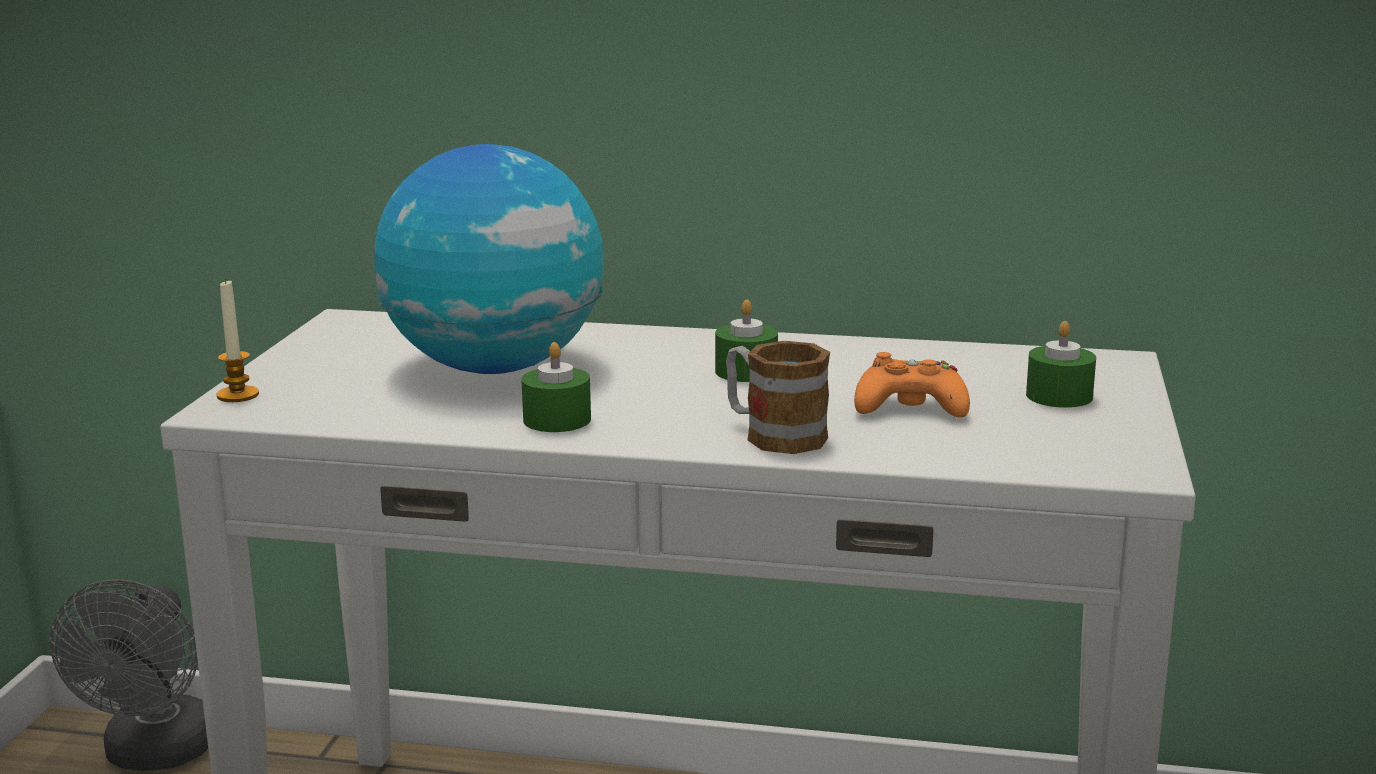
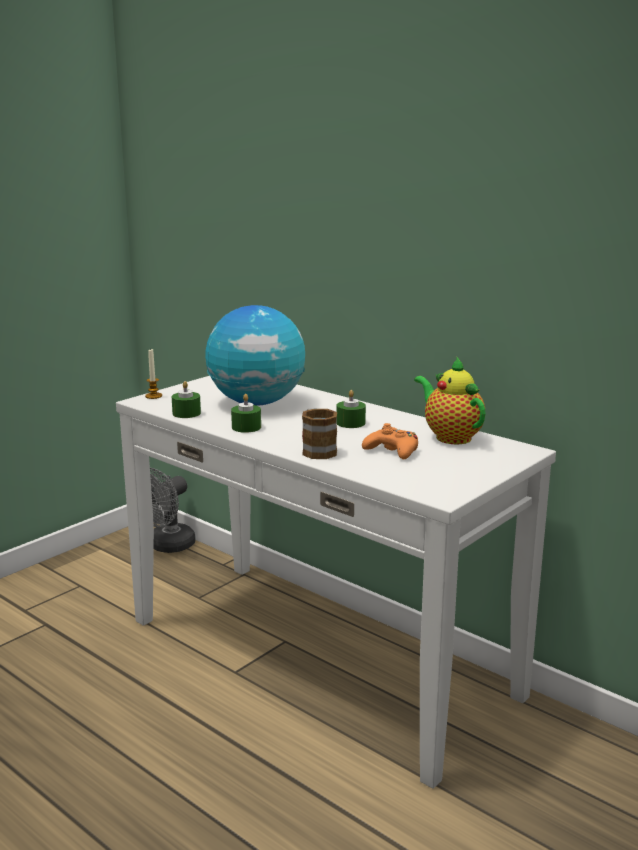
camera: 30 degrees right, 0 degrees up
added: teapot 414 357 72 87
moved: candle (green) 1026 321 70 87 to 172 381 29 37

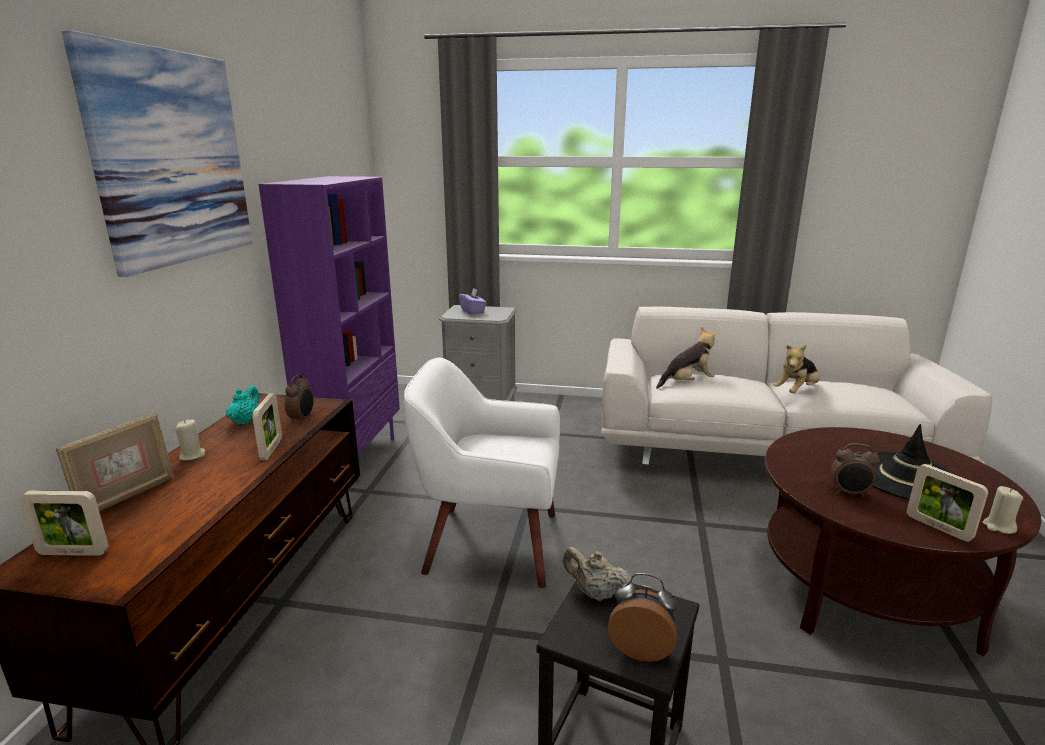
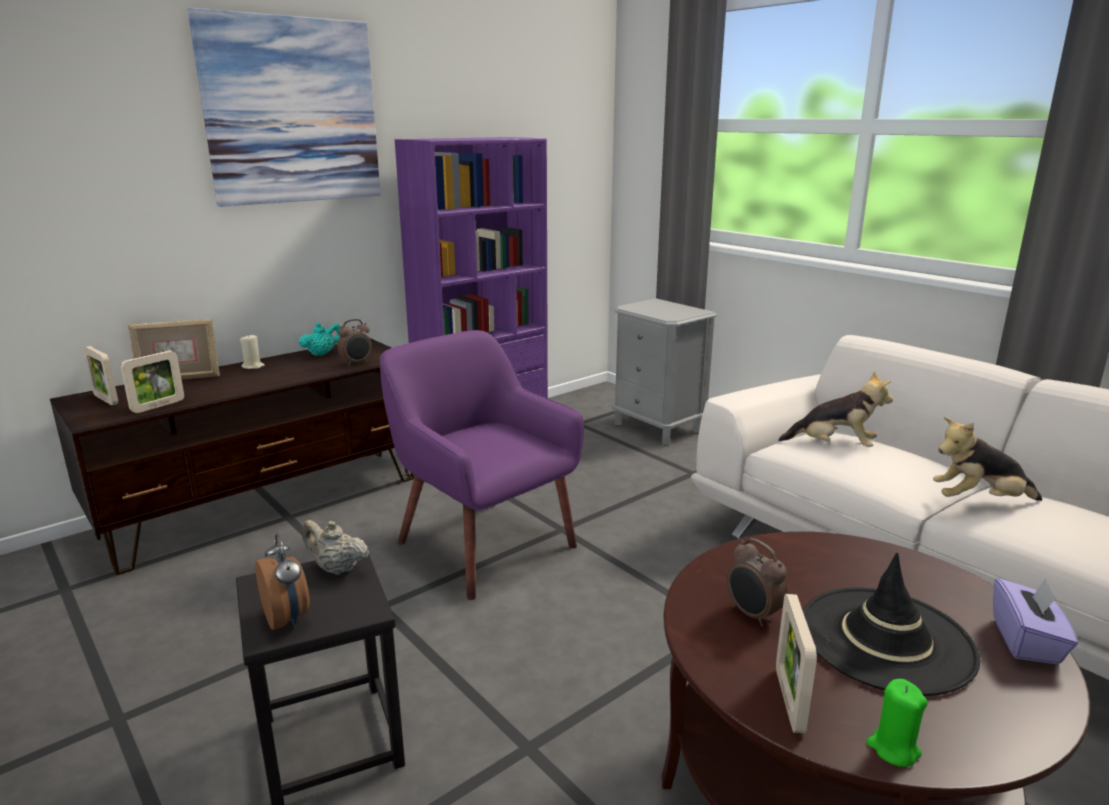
camera: 40 degrees right, 0 degrees up
moved: tissue box (purple) 459 288 27 27 to 993 578 85 86; picture frame 252 393 30 67 to 120 350 64 63
recoloured: armchair (white) 404 358 156 230 to armchair (purple) 380 330 204 270; candle (beige) 983 486 40 48 to candle (green) 866 679 62 88
turned: teapot (beige) 563 547 69 54 = 302 520 67 55 45 degrees counterclockwise

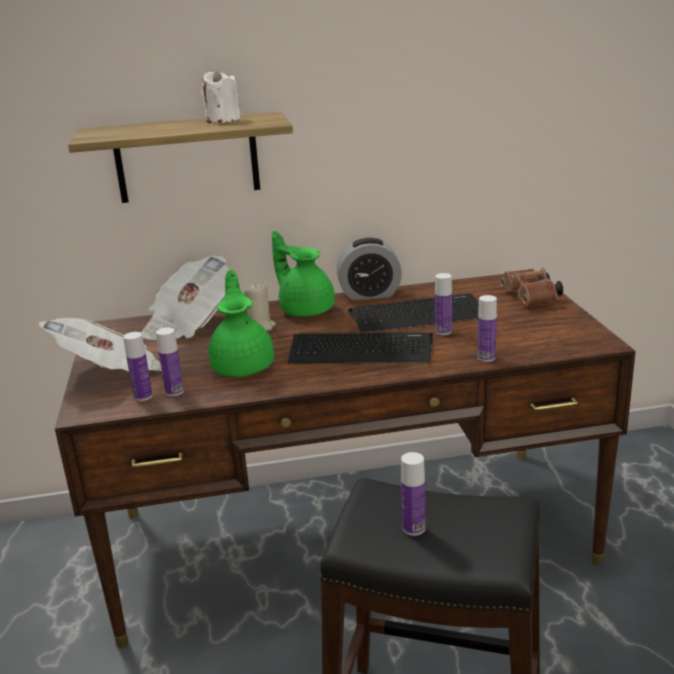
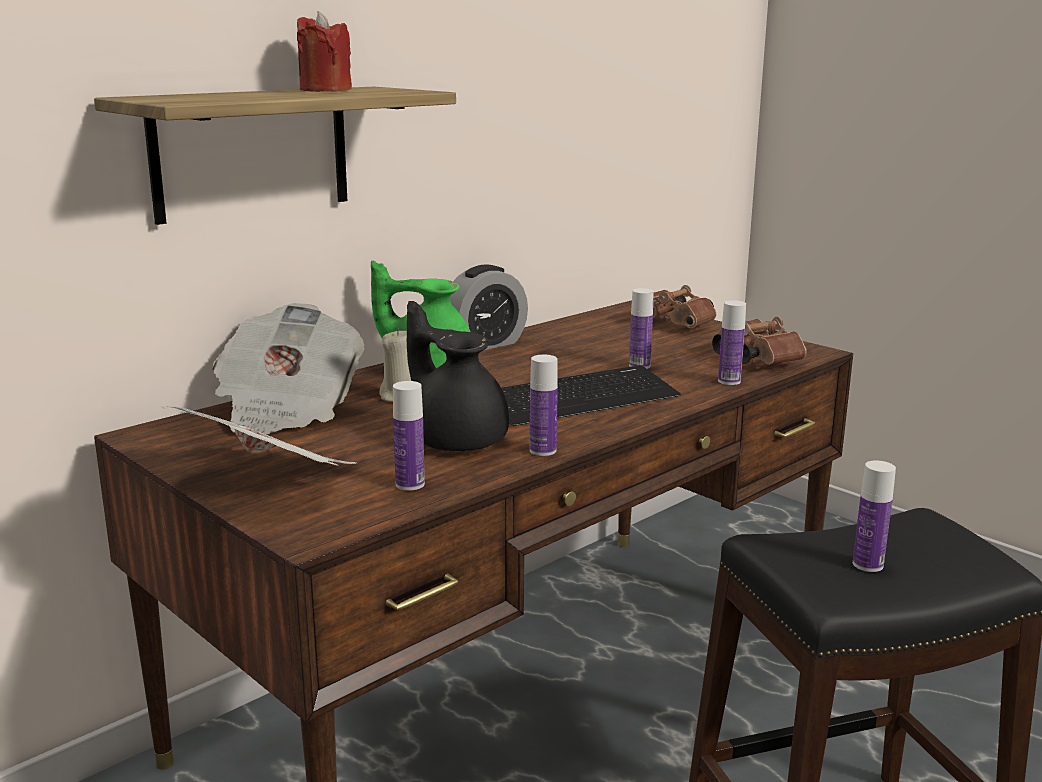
camera: 35 degrees left, 5 degrees down
removed: keyboard 348 294 131 39
added: binoculars (brown) 712 317 95 52
moved: bottle 123 332 30 69 to 530 355 28 101
recoloured: candle (white) 200 69 40 54 to candle (red) 297 11 55 81; teapot (green) 209 270 65 107 to teapot (black) 407 301 102 150

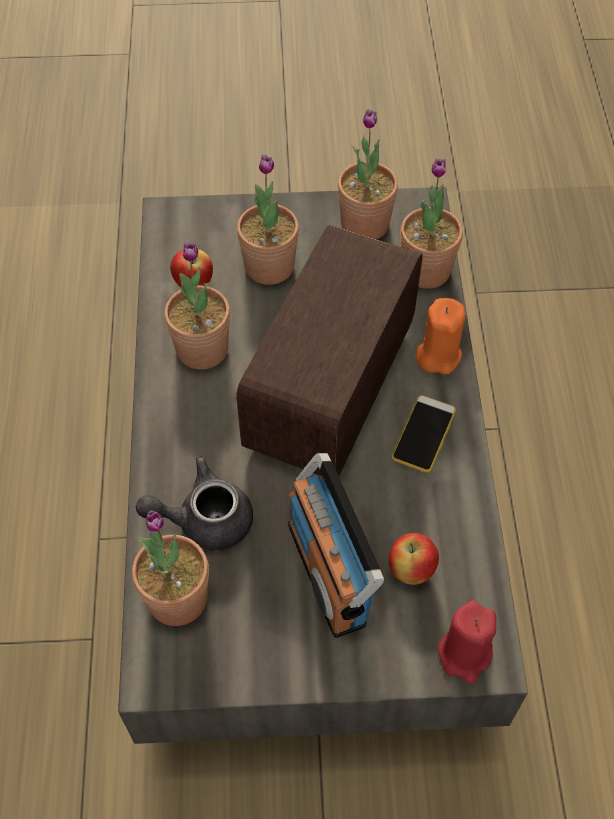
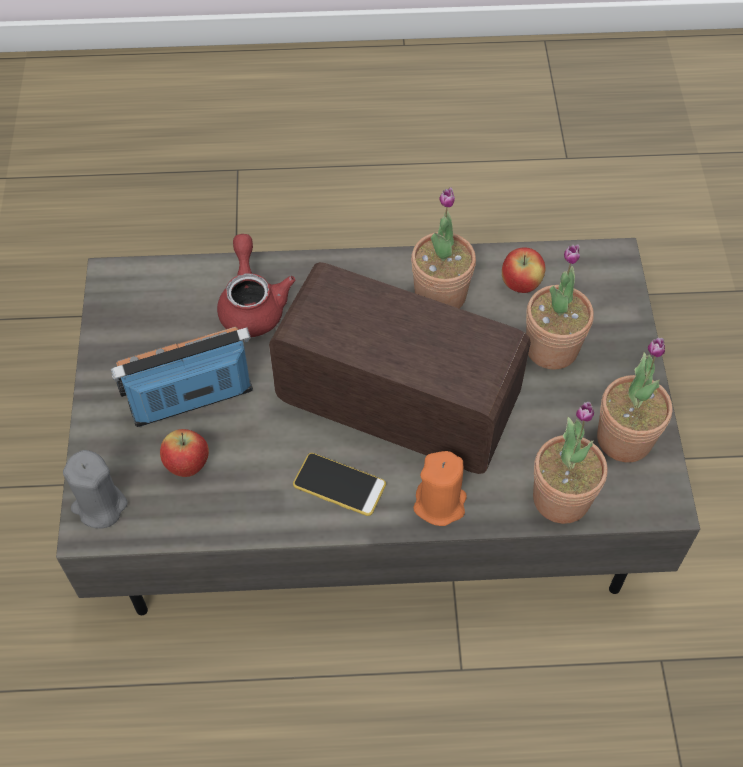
camera: 90 degrees right, 0 degrees up
removed: potted plant 132 511 77 115
recoloured: teapot (grey) 136 456 117 94 to teapot (red) 217 234 79 103; candle (red) 438 600 58 83 to candle (grey) 63 450 65 78

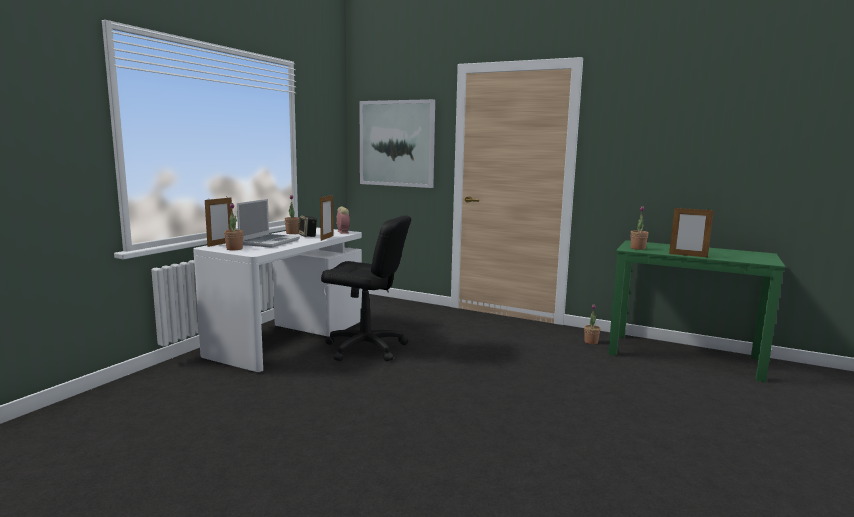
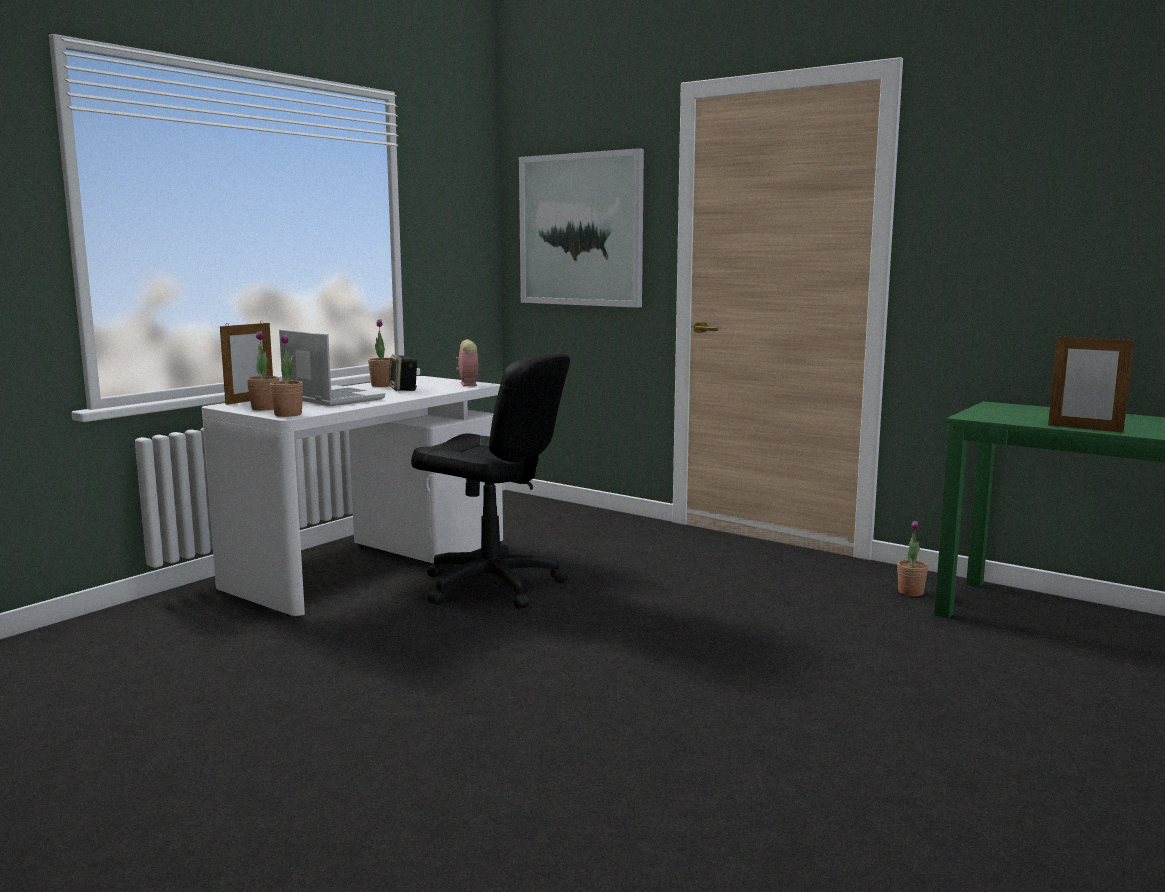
camera: 10 degrees right, 0 degrees up
removed: picture frame 320 195 14 46
moved: potted plant 631 206 18 44 to 270 334 33 83
turned: laptop 237 199 63 49 = 279 329 106 77 75 degrees counterclockwise

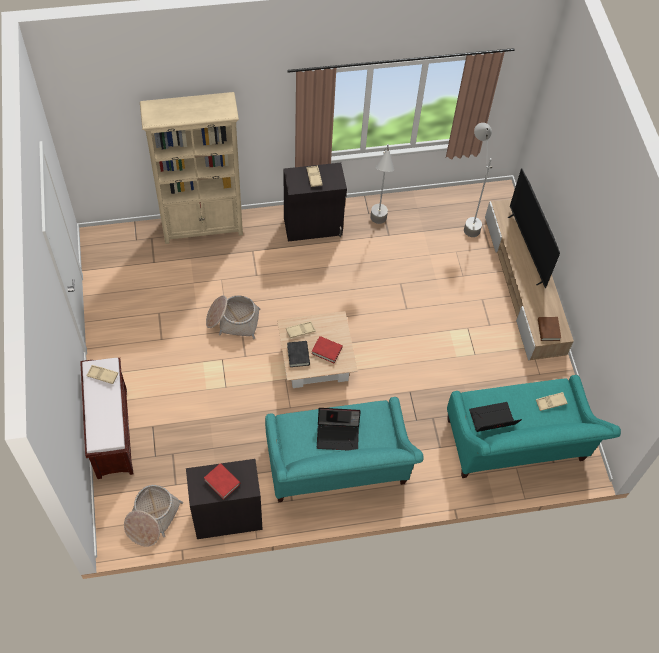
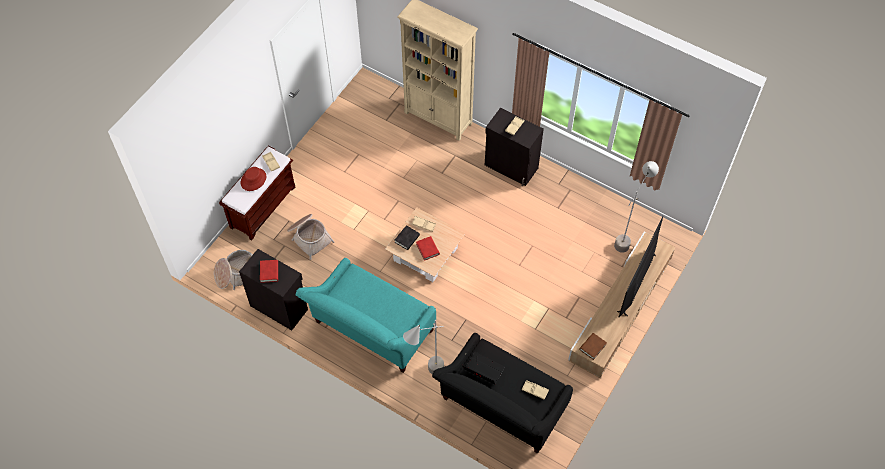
camera: 45 degrees right, 0 degrees up
removed: laptop 317 408 44 43
added: hat (red) 241 167 25 24
moved: floor lamp (grey) 370 144 24 80 to 403 320 41 54; basket 206 296 54 43 to 287 214 47 46
recoloured: sofa (turquoise) 447 375 174 103 to sofa (black) 432 333 141 121

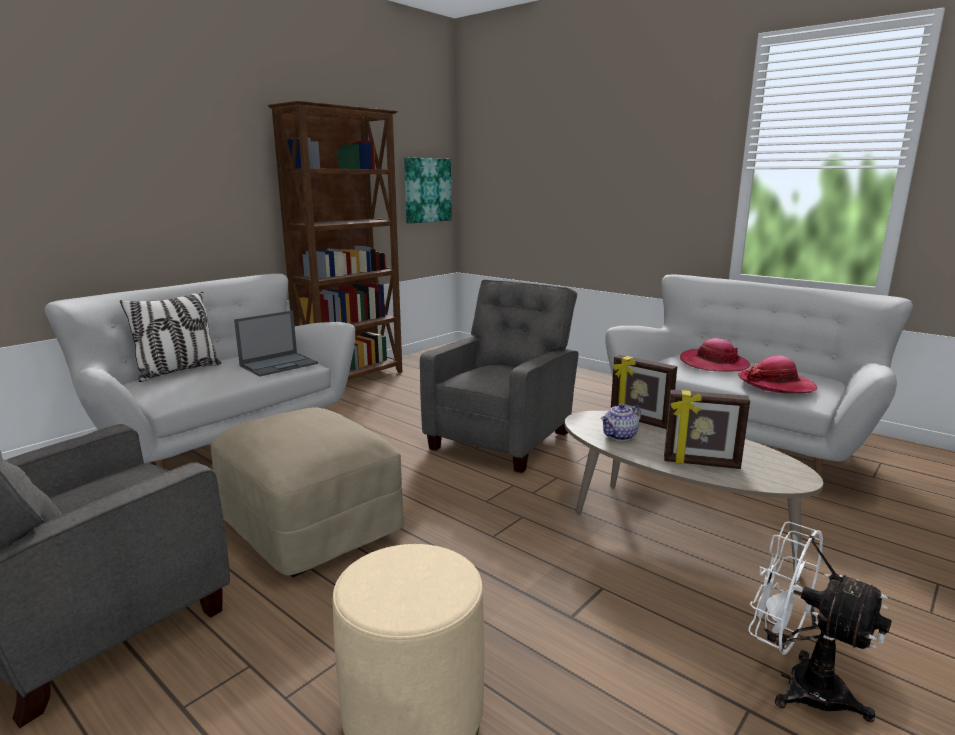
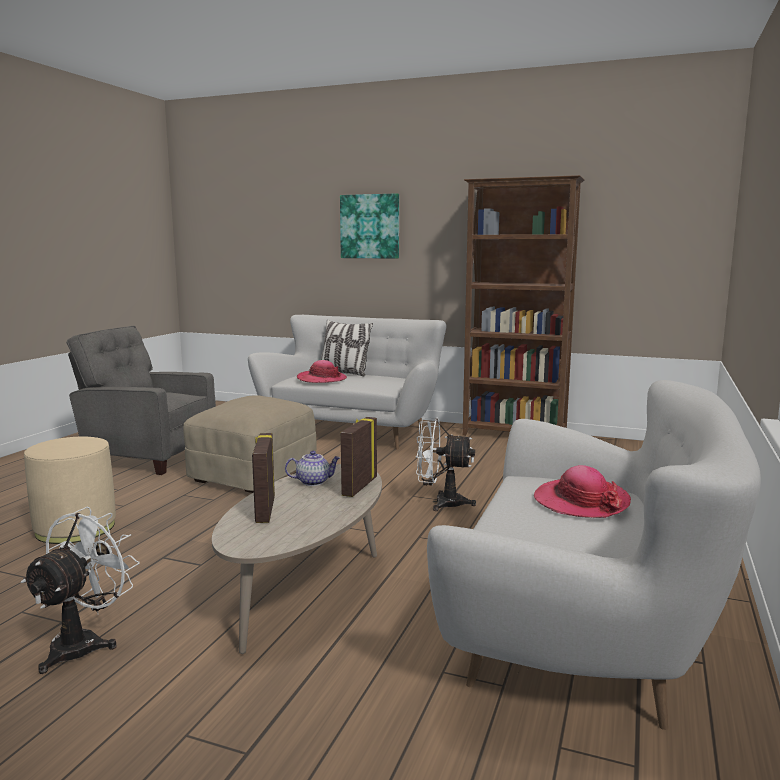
camera: 70 degrees right, 5 degrees down
removed: laptop 234 311 84 66
moved: picture 404 158 48 66 to 340 193 59 66; hat 738 355 79 38 to 297 360 50 23
replaced: armchair (grey) 420 280 159 193 to fan (white) 416 418 60 93
turned: teapot 601 403 40 38 = 285 451 56 35 135 degrees clockwise

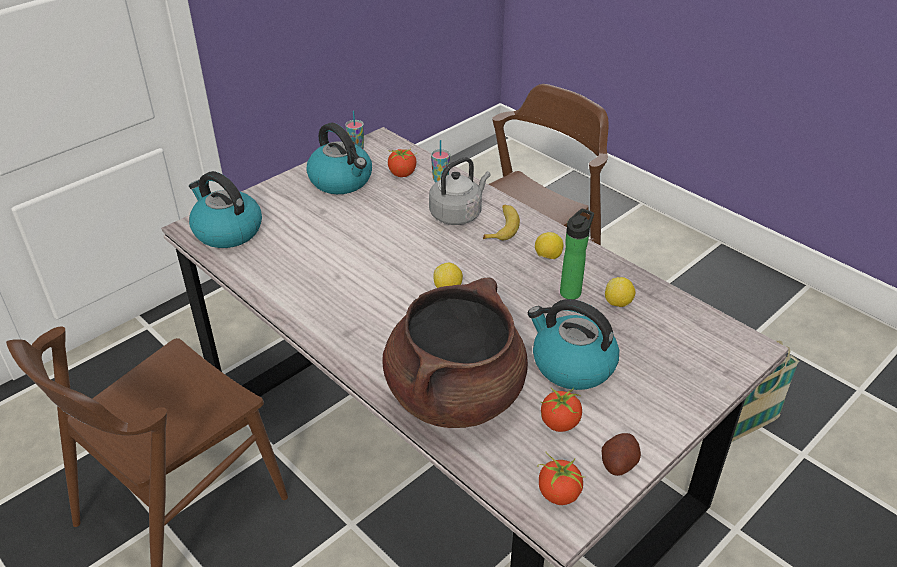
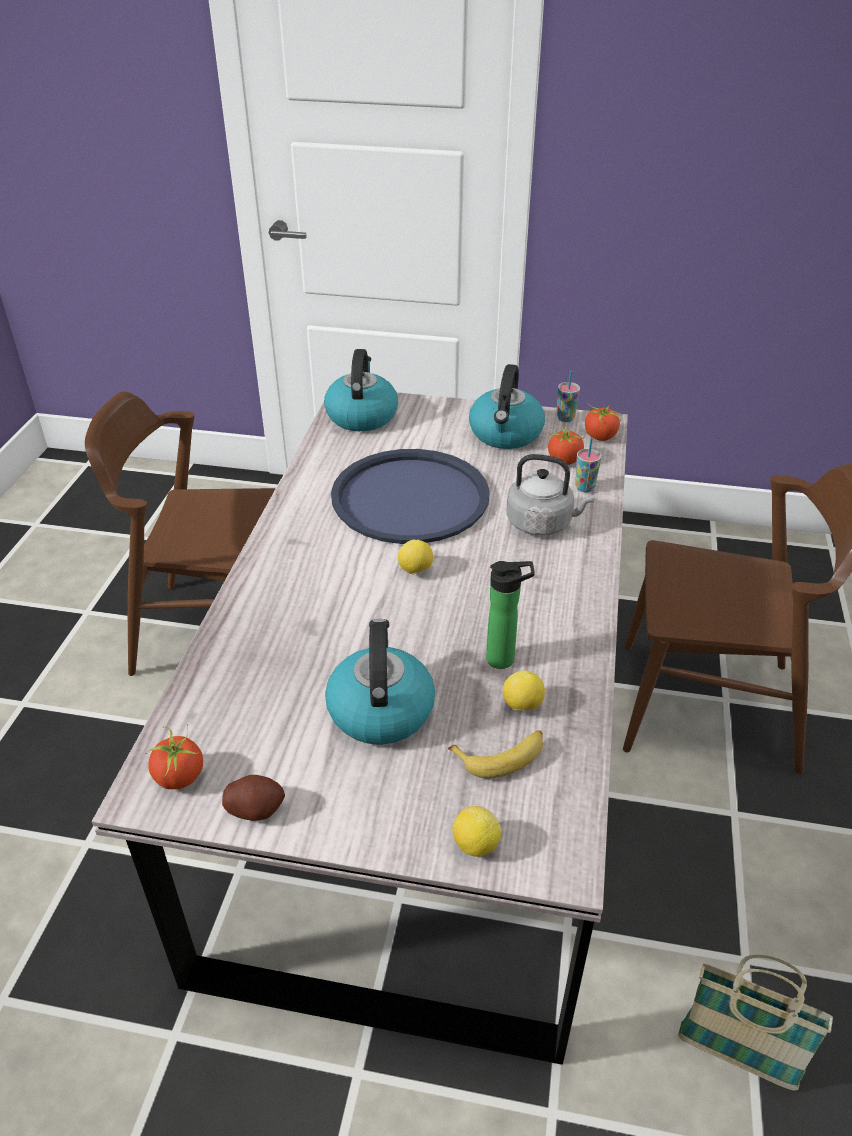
camera: 55 degrees right, 0 degrees up
removed: cooking pot (brown) 382 277 146 151
added: tray (blue) 331 449 159 95
moved: banana 483 205 37 35 to 448 730 95 48; lemon 535 232 28 27 to 452 806 50 51; tomato 541 388 41 44 to 585 404 36 37

